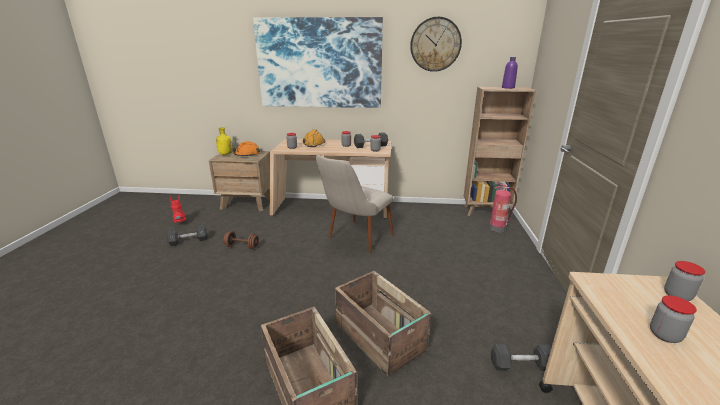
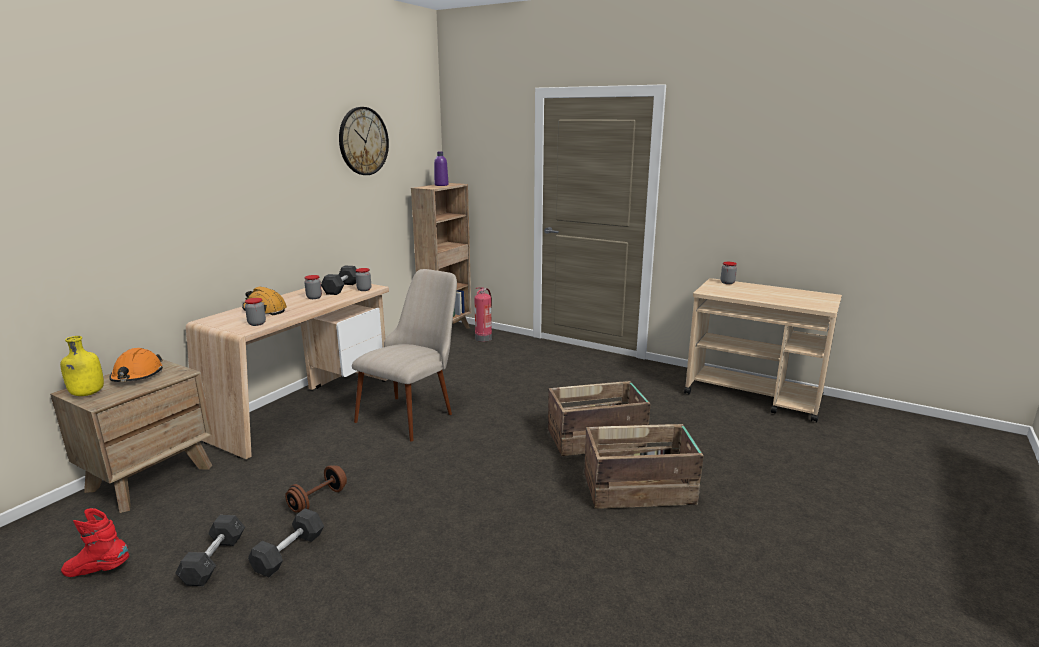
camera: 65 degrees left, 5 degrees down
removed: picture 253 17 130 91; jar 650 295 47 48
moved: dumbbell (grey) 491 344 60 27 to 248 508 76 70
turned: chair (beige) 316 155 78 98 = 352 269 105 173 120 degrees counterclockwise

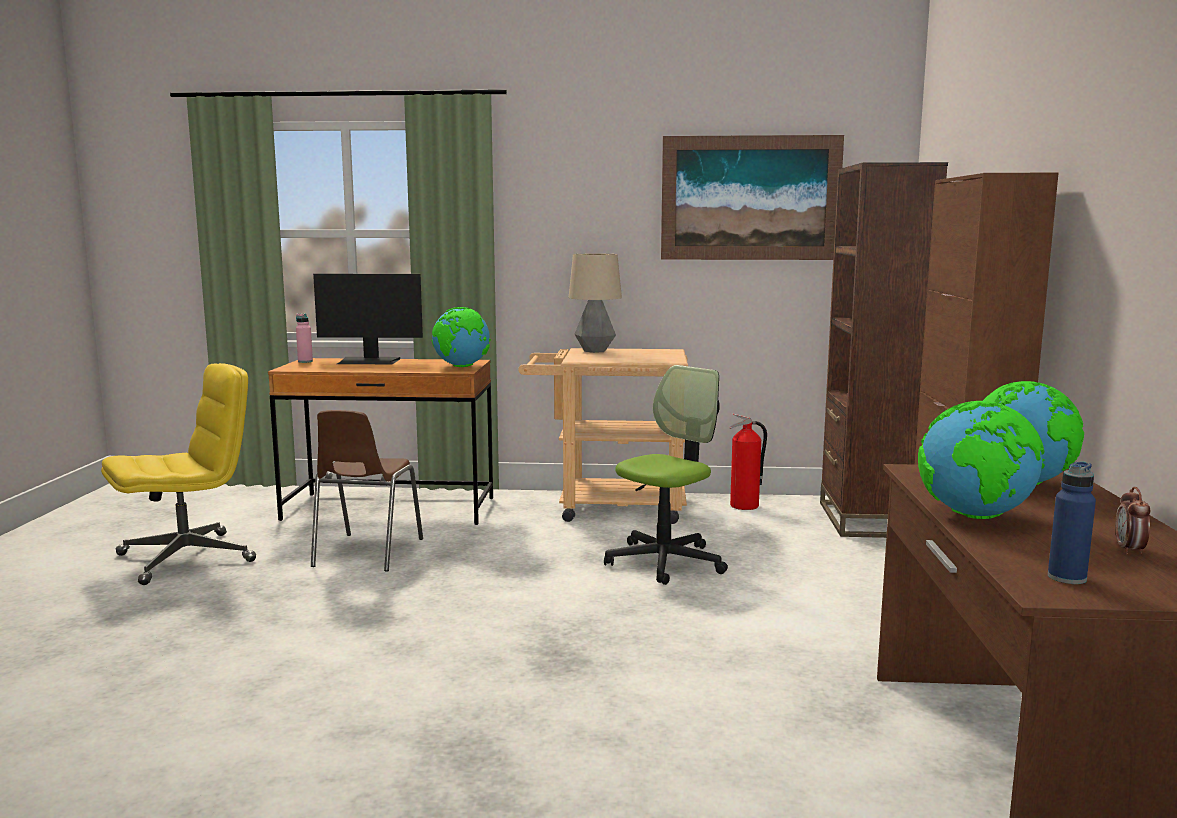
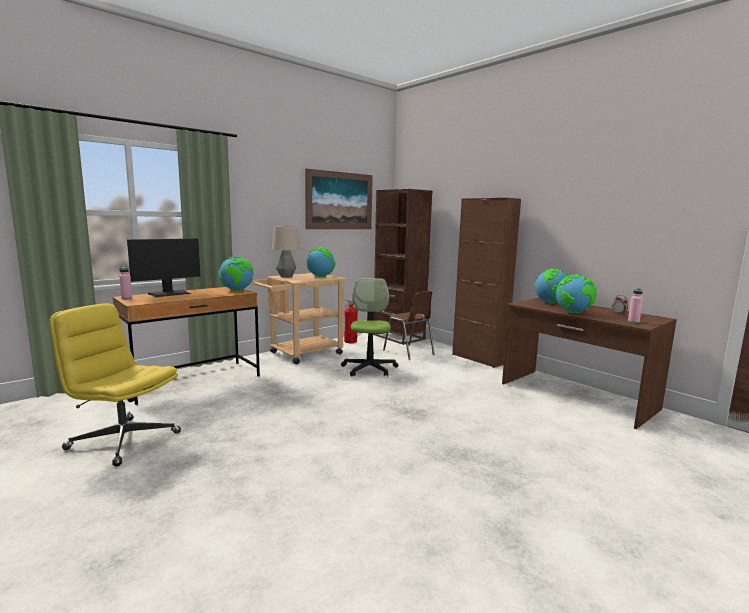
camera: 45 degrees left, 0 degrees up
added: globe 306 248 29 29
moved: chair (brown) 311 410 112 161 to 383 291 52 69
recoloured: bottle (blue) 1048 461 48 123 to bottle (pink) 628 287 15 36
turned: office chair (yellow) 101 363 155 222 = 49 304 132 163 75 degrees counterclockwise

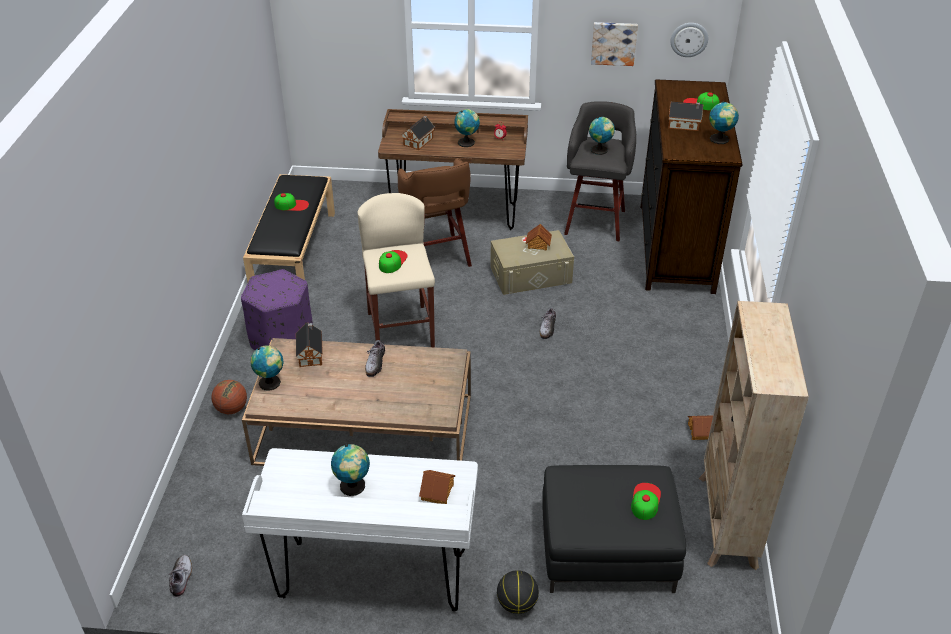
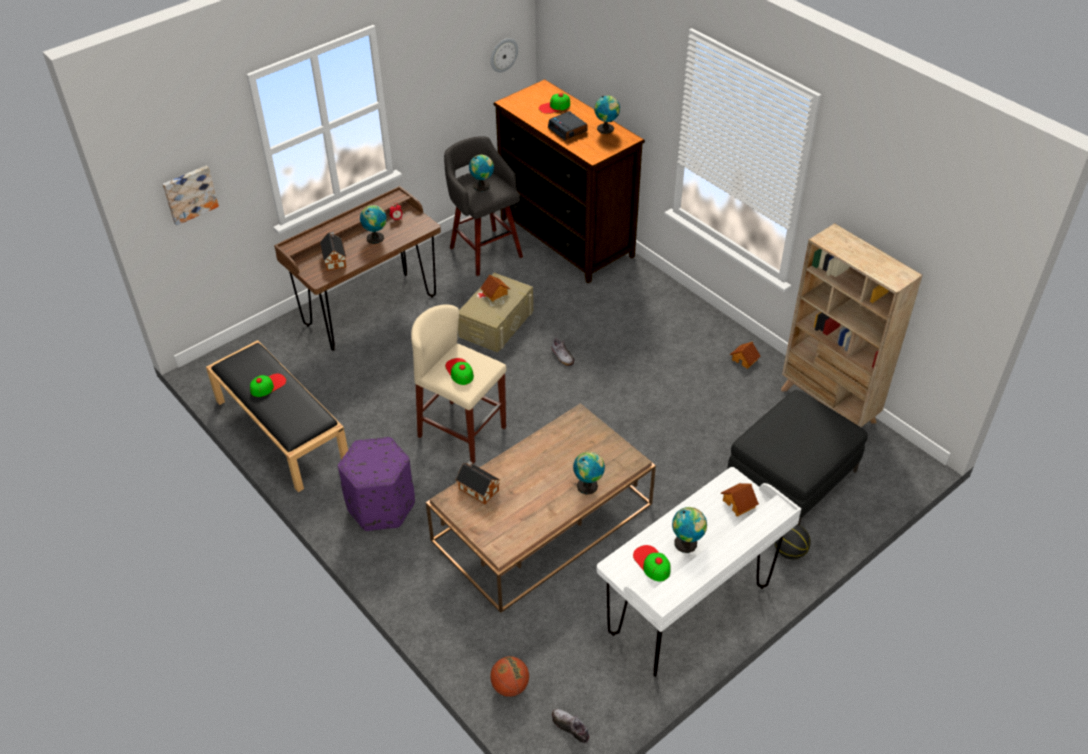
camera: 45 degrees left, 5 degrees up
removed: stool (brown) 398 158 74 109; shoe 365 340 20 37
moved: picture 591 22 47 44 to 162 166 57 60; globe 250 346 34 45 to 573 451 32 44; basketball 211 380 36 34 to 490 656 39 41; cap 631 483 30 37 to 633 545 38 36
replaced: toy house 668 102 35 29 to alarm clock 548 111 40 29

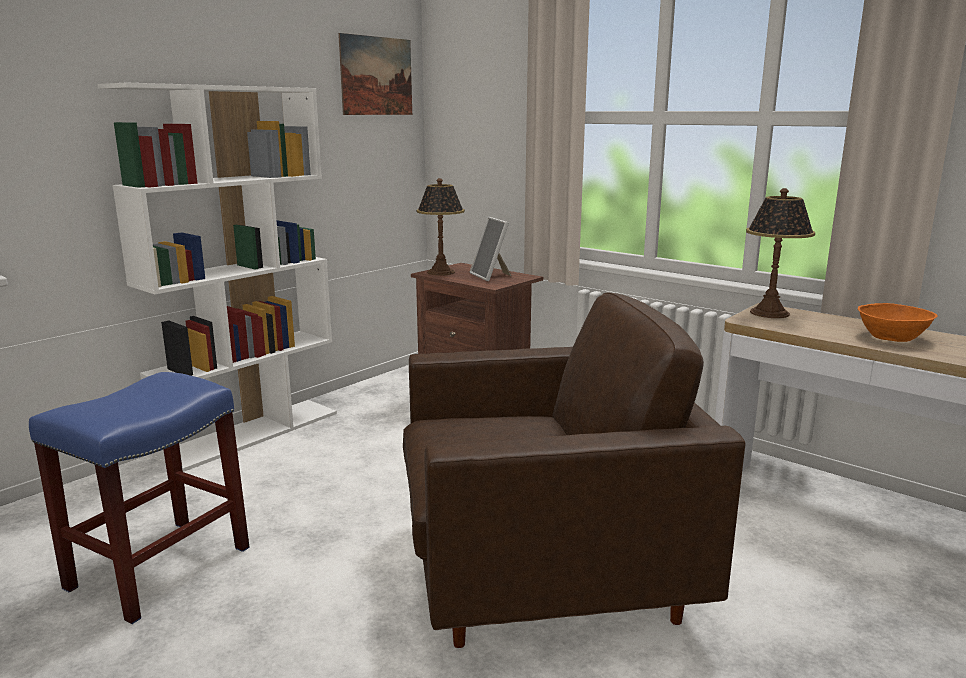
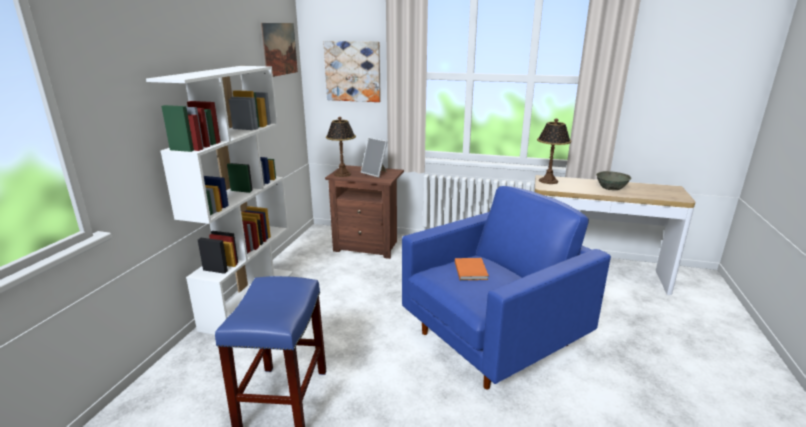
camera: 25 degrees left, 5 degrees up
added: picture 323 41 58 61; book (orange) 455 258 34 22
recoloured: armchair (brown) 403 293 343 355 to armchair (blue) 402 186 209 204; bowl (orange) 858 303 80 39 to bowl (grey) 596 171 35 19

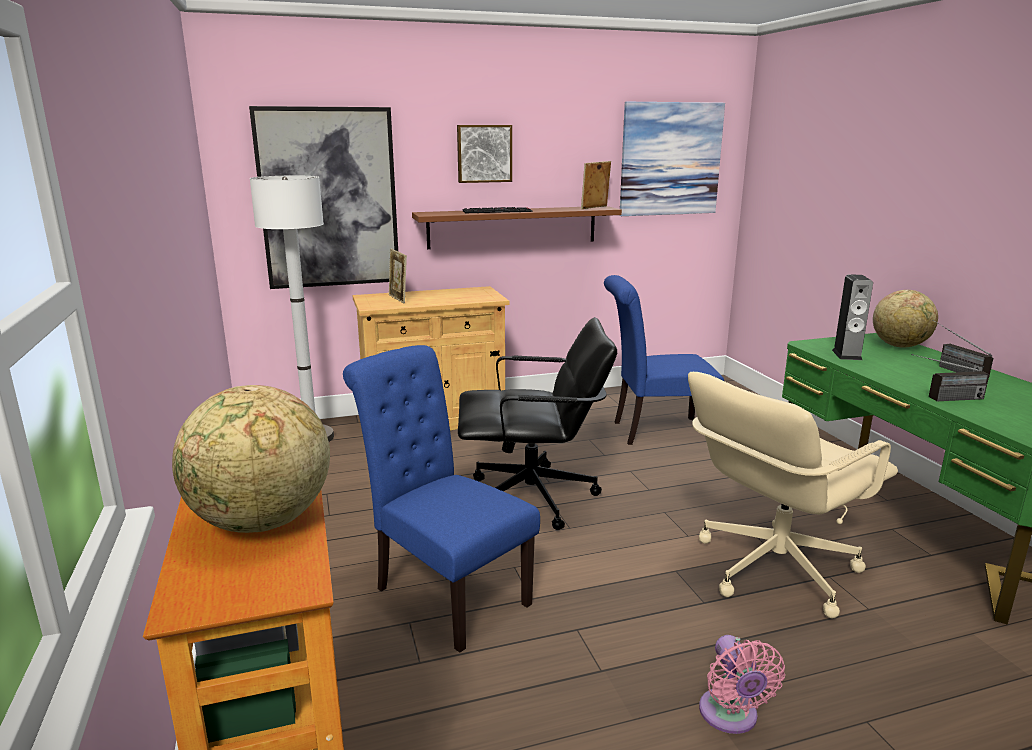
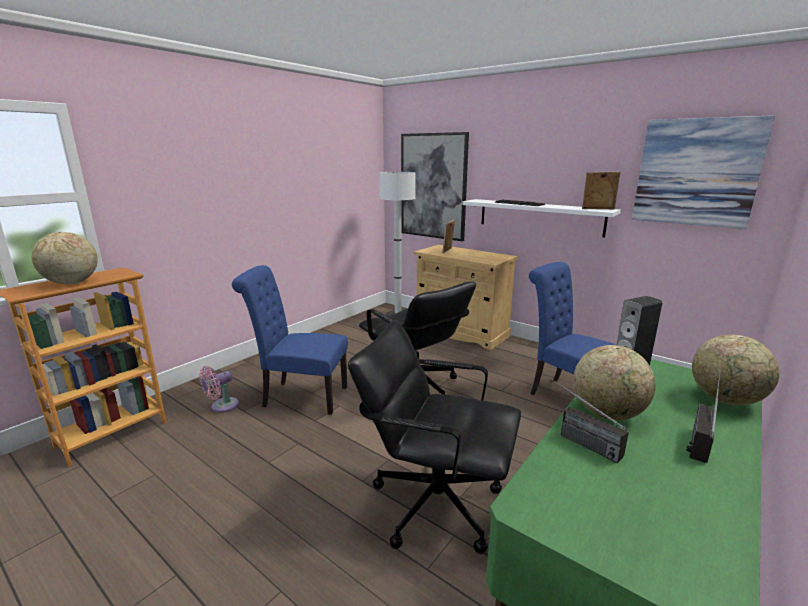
camera: 55 degrees right, 0 degrees up
removed: picture 457 125 55 58
added: globe 573 345 83 75
moved: fan (pink) 699 635 86 99 to 199 366 40 46
recoloured: shelf (brown) 412 206 210 43 to shelf (white) 462 199 159 38; office chair (beige) 688 372 210 246 to office chair (black) 348 320 173 234
turned: chair (blue) 343 345 197 308 = 232 265 116 150 90 degrees counterclockwise

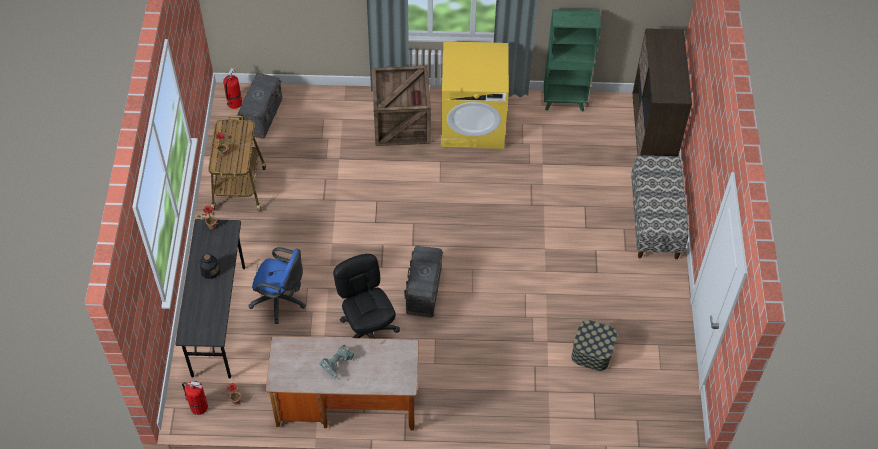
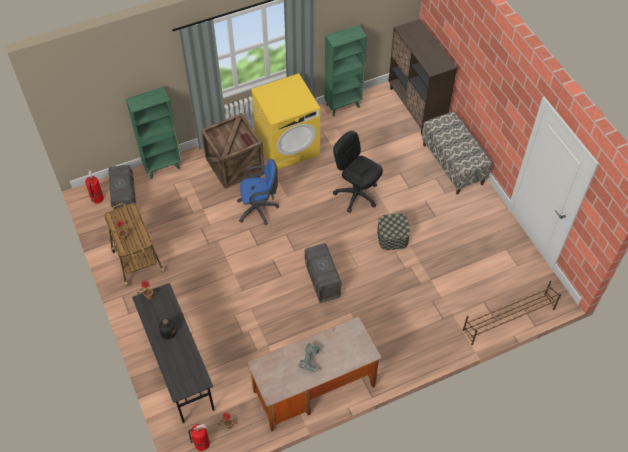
camera: 25 degrees left, 0 degrees up
added: bookcase (green) 126 87 56 92; shoe rack (brown) 463 281 98 64
moved: office chair (blue) 248 247 58 77 to 237 159 42 66; office chair (black) 333 254 67 85 to 333 131 50 82; storage box 571 320 46 51 to 377 214 33 36

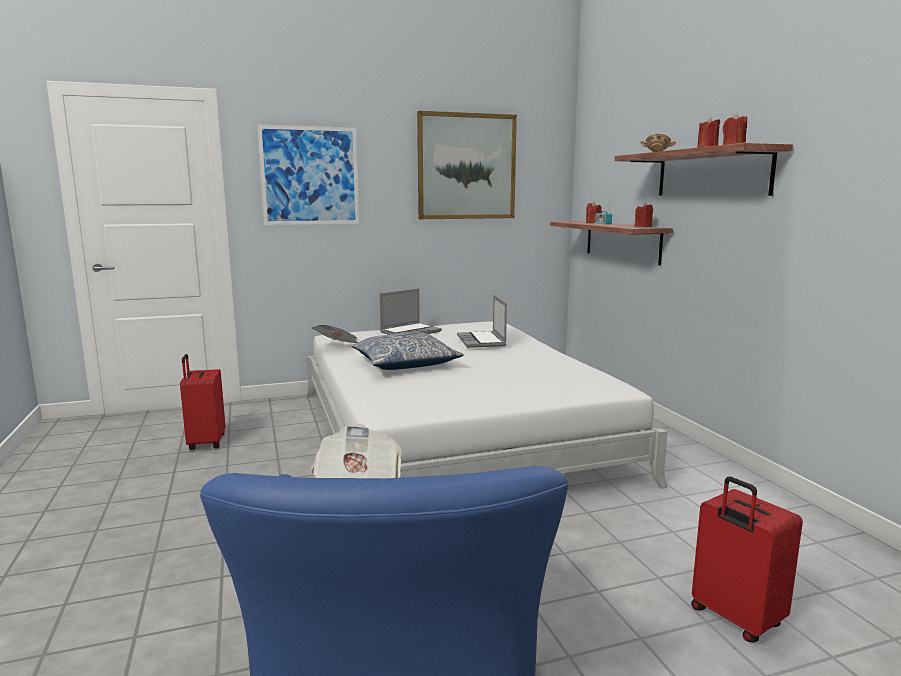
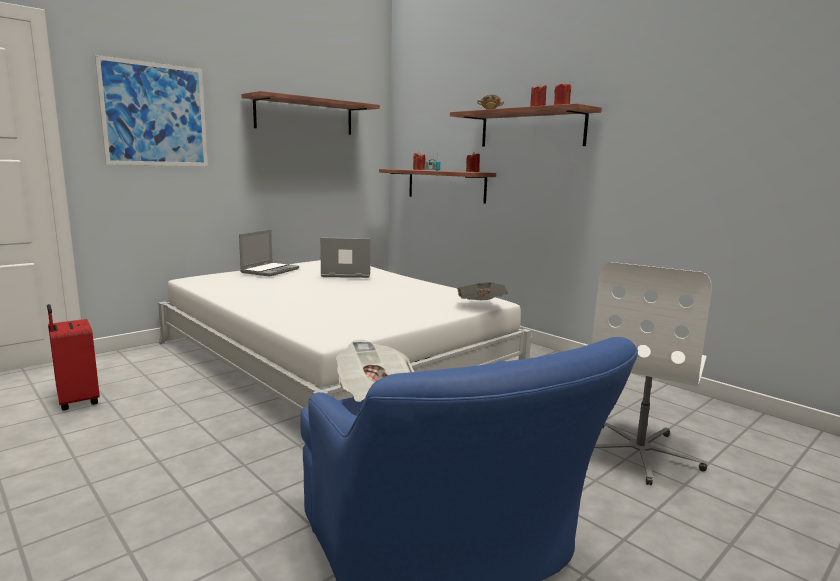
camera: 25 degrees left, 0 degrees up
removed: pillow 351 332 112 38
moved: newspaper 311 325 47 18 to 457 282 51 18
replaced: picture 417 111 100 108 to shelf 241 91 139 44; suitcase (red) 691 476 112 166 to office chair (white) 592 262 120 223
turned: laptop 457 295 50 53 = 320 238 51 40 120 degrees clockwise

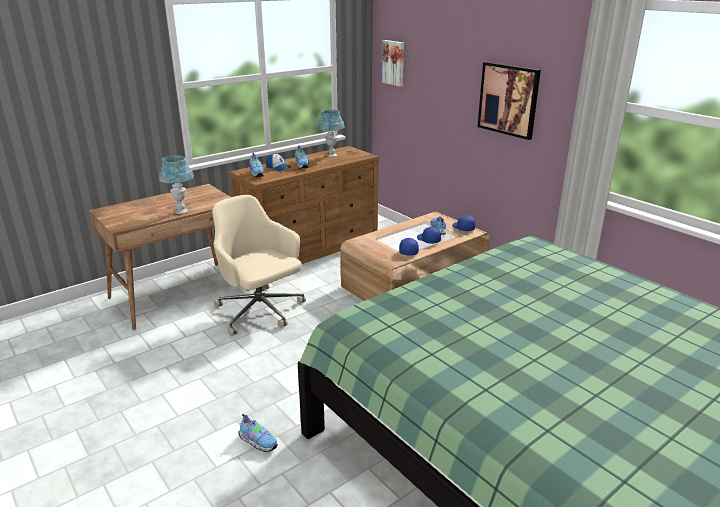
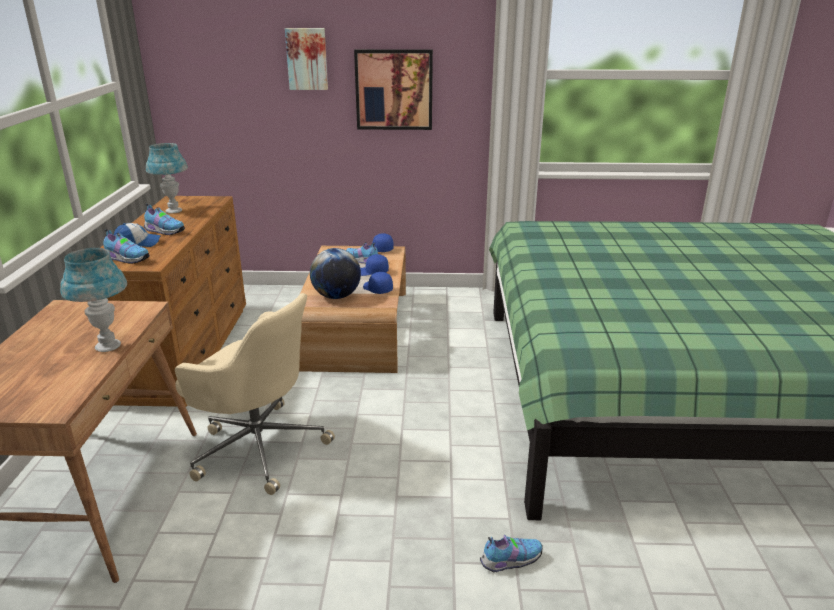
camera: 50 degrees left, 0 degrees up
added: globe 310 248 51 51
moved: picture 382 40 22 46 to 285 28 43 62
turned: office chair (beige) 212 195 94 141 = 175 293 160 202 150 degrees counterclockwise

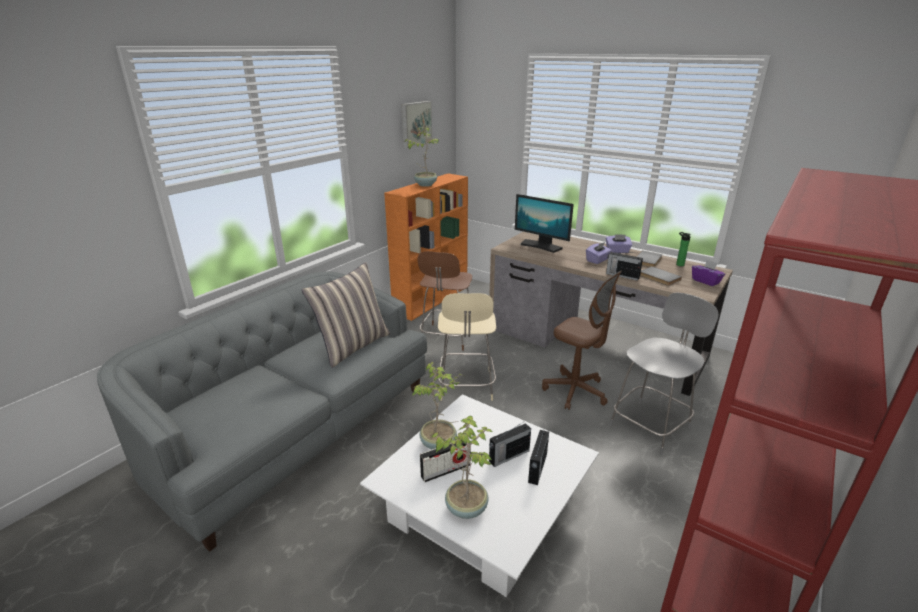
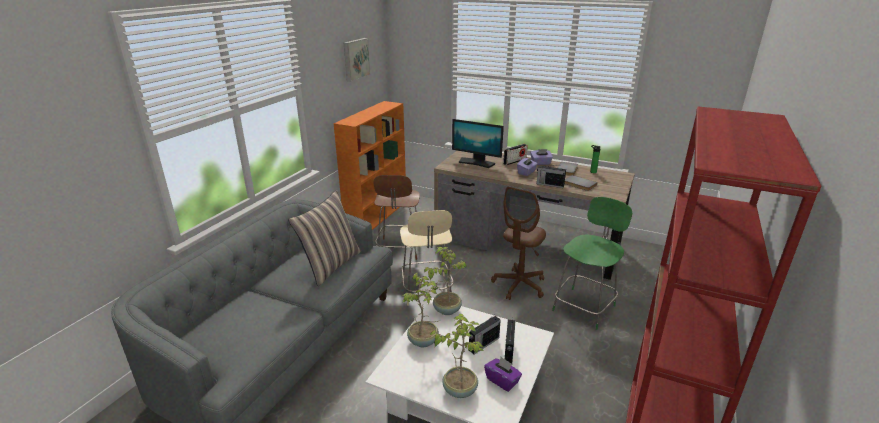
camera: 10 degrees left, 0 degrees up
moved: potted plant 405 125 34 62 to 424 247 43 68; tissue box (purple) 692 260 33 26 to 484 357 38 35; radio 420 442 51 40 to 503 144 25 21
recoloured: chair (grey) 609 292 110 163 to chair (green) 552 197 80 133
turned: office chair (brown) 542 271 80 139 = 491 187 55 113 90 degrees clockwise

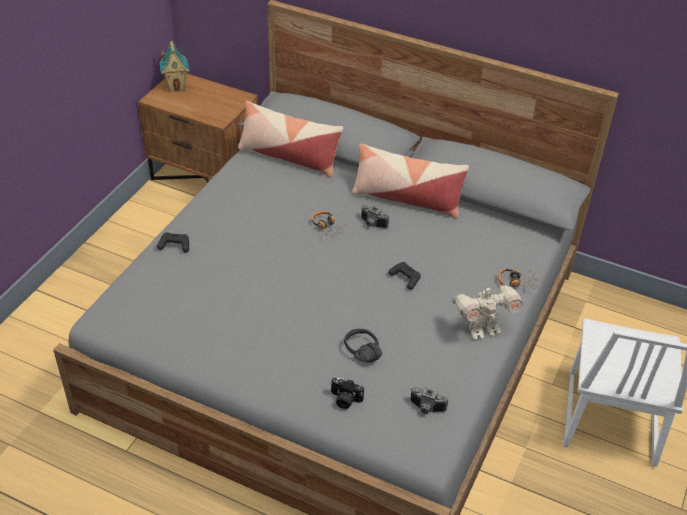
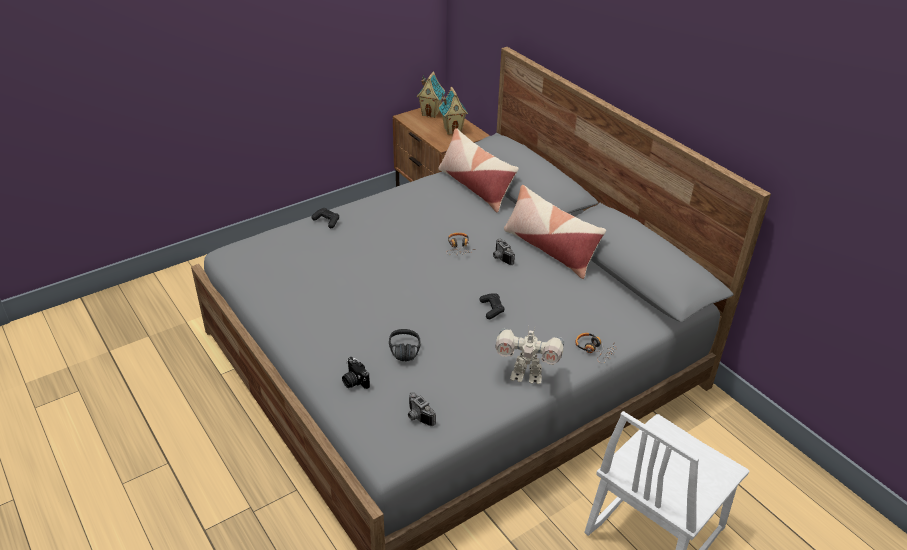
camera: 30 degrees right, 5 degrees down
added: toy house 439 87 29 48

